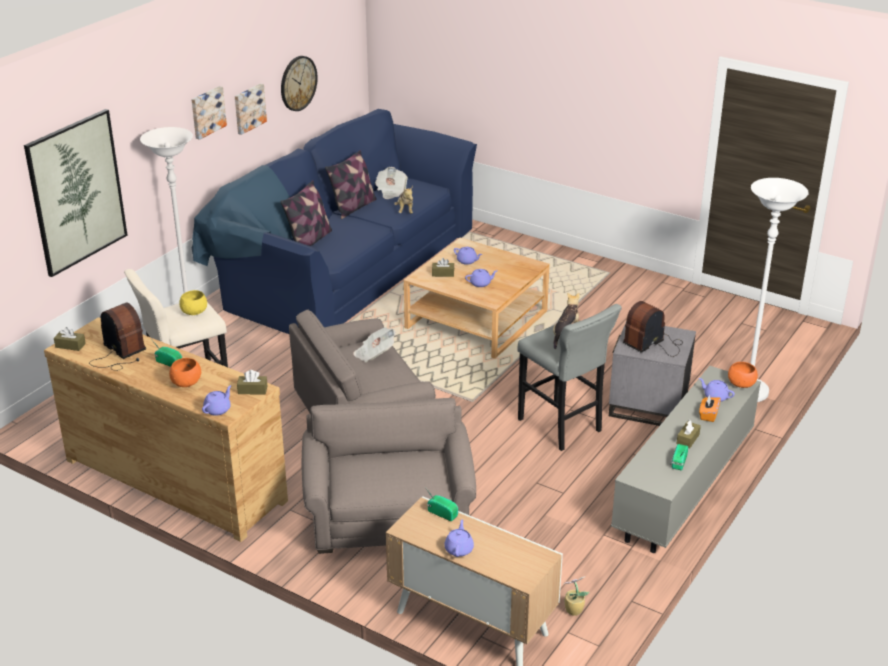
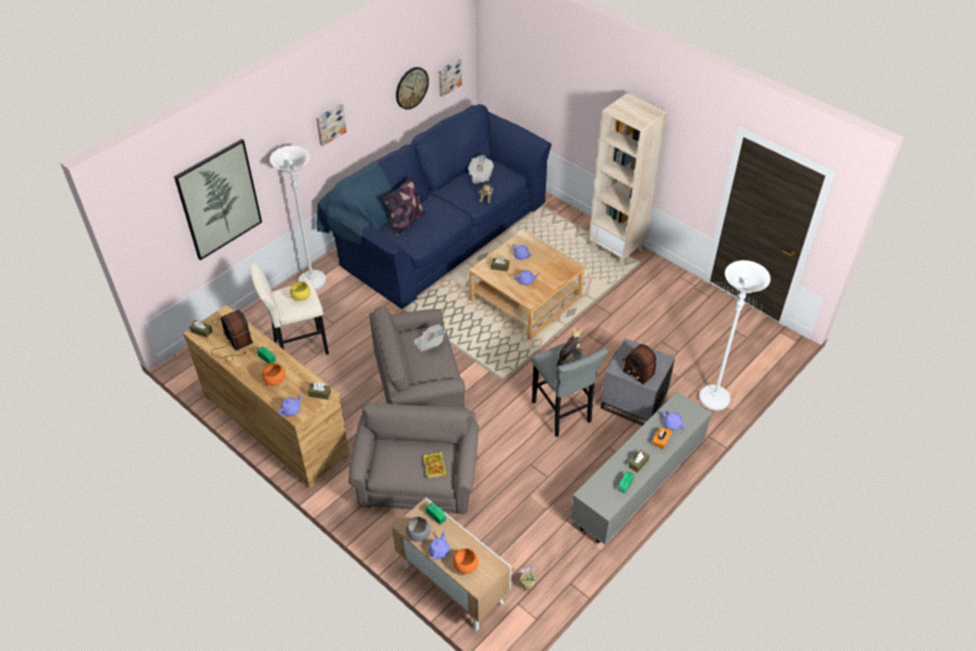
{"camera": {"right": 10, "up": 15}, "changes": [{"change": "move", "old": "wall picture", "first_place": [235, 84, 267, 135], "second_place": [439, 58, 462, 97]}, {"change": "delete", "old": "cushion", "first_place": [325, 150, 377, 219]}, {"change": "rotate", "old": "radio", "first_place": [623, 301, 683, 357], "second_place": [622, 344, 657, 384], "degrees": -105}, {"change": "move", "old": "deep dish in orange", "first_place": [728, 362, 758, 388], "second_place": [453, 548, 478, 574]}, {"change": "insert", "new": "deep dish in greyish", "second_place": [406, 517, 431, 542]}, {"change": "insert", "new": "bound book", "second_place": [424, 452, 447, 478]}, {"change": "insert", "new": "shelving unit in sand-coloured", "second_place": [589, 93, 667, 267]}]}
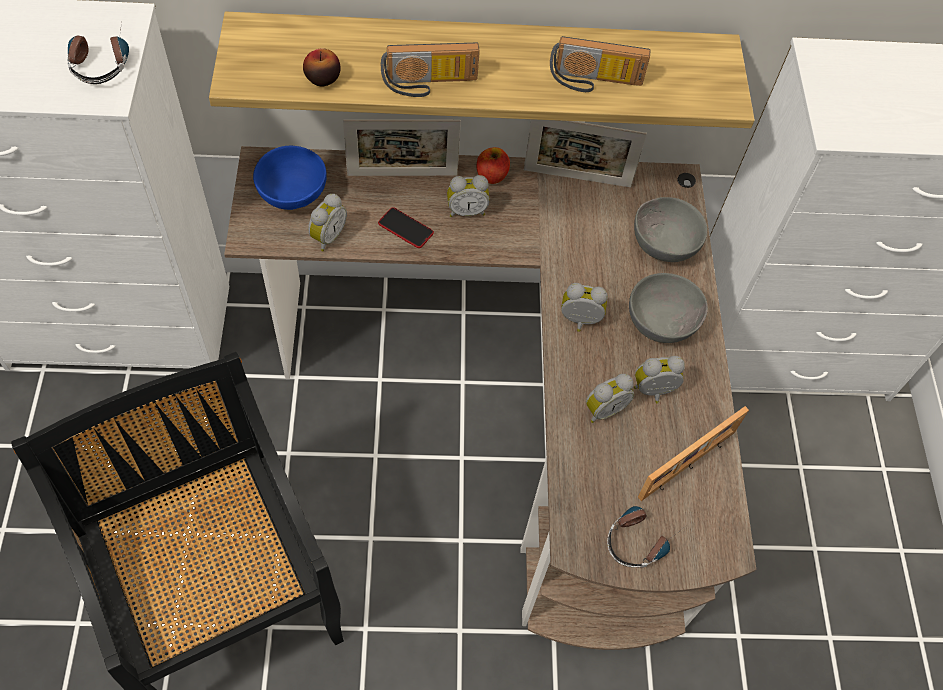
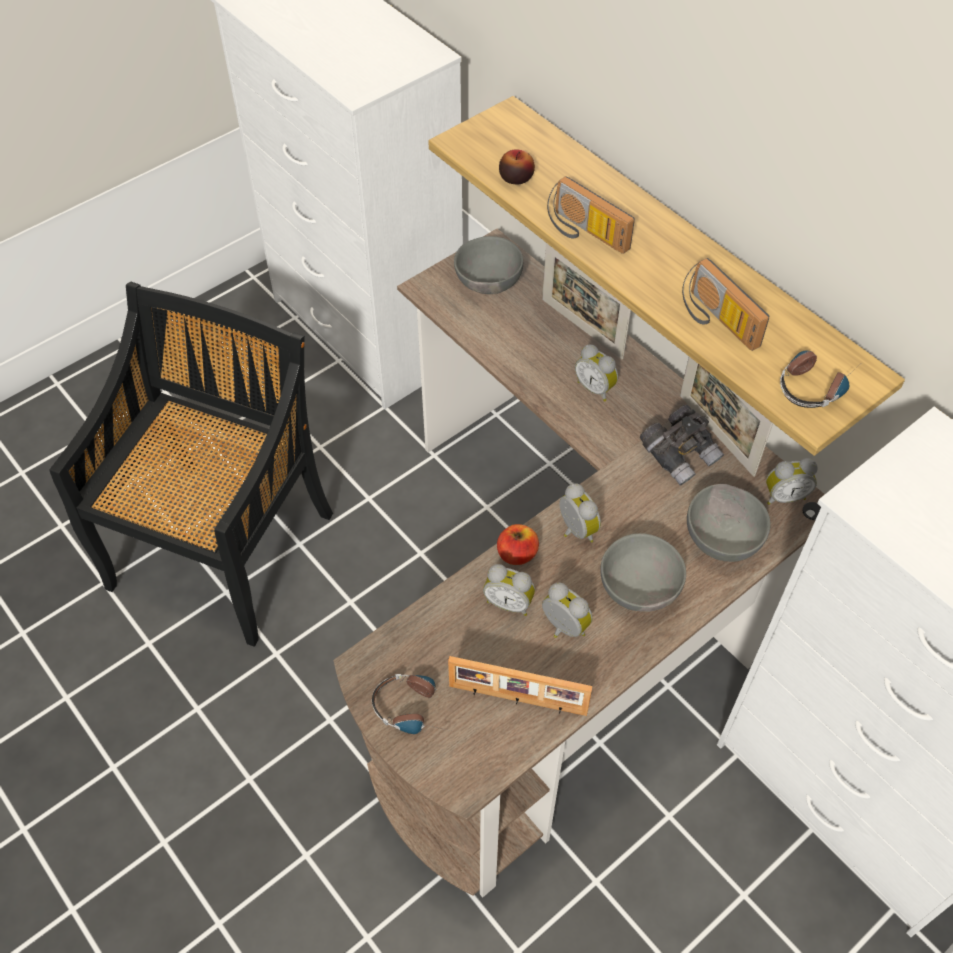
{"camera": {"right": 55, "up": -5}, "changes": [{"change": "move", "old": "headphones", "first_place": [68, 23, 129, 84], "second_place": [780, 351, 858, 408]}, {"change": "recolor", "old": "deep dish in blue", "new": "deep dish in greyish", "first_place": [253, 146, 327, 210], "second_place": [454, 236, 523, 294]}, {"change": "move", "old": "alarm clock", "first_place": [308, 194, 347, 251], "second_place": [766, 458, 818, 505]}, {"change": "delete", "old": "phone", "first_place": [378, 207, 434, 248]}, {"change": "move", "old": "apple", "first_place": [477, 147, 510, 184], "second_place": [497, 524, 539, 565]}, {"change": "insert", "new": "binoculars in greyish", "second_place": [640, 405, 724, 486]}]}
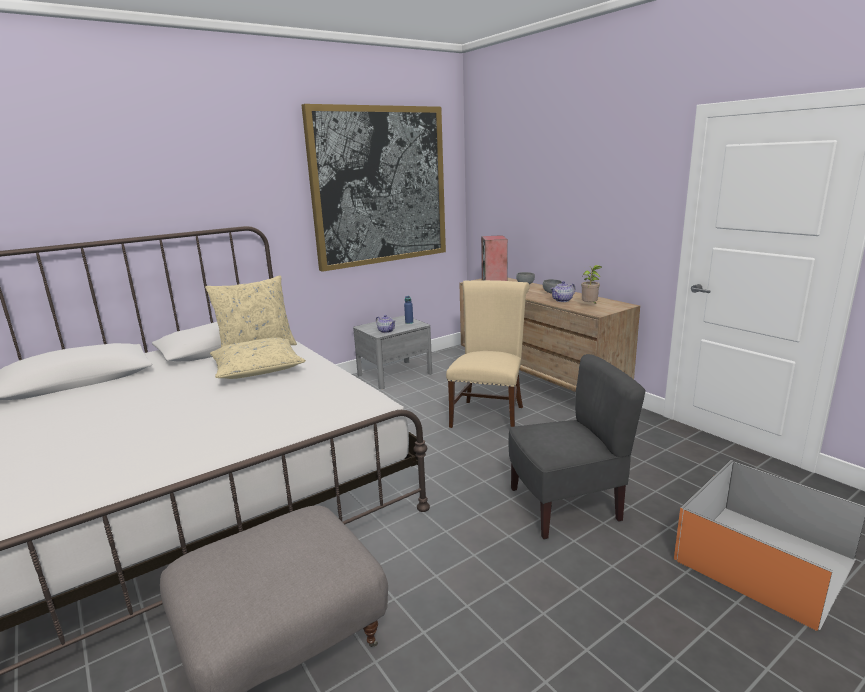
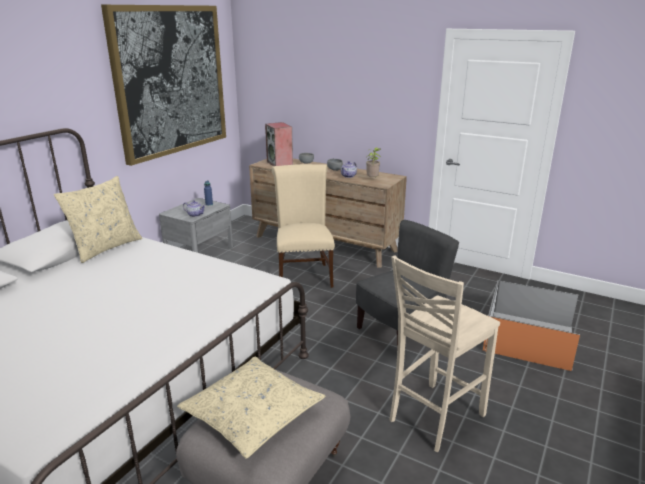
{"camera": {"right": -25, "up": 5}, "changes": [{"change": "move", "old": "cushion in sand-coloured", "first_place": [210, 337, 306, 379], "second_place": [177, 357, 325, 458]}, {"change": "insert", "new": "chair in sand-coloured", "second_place": [390, 255, 500, 452]}]}
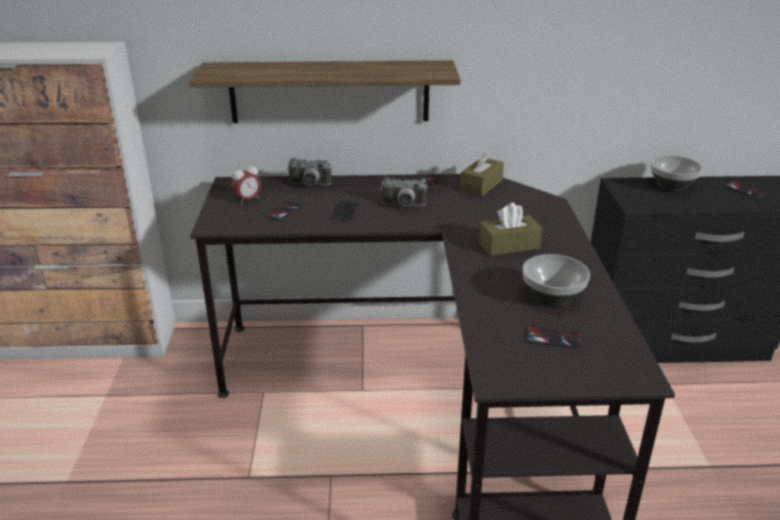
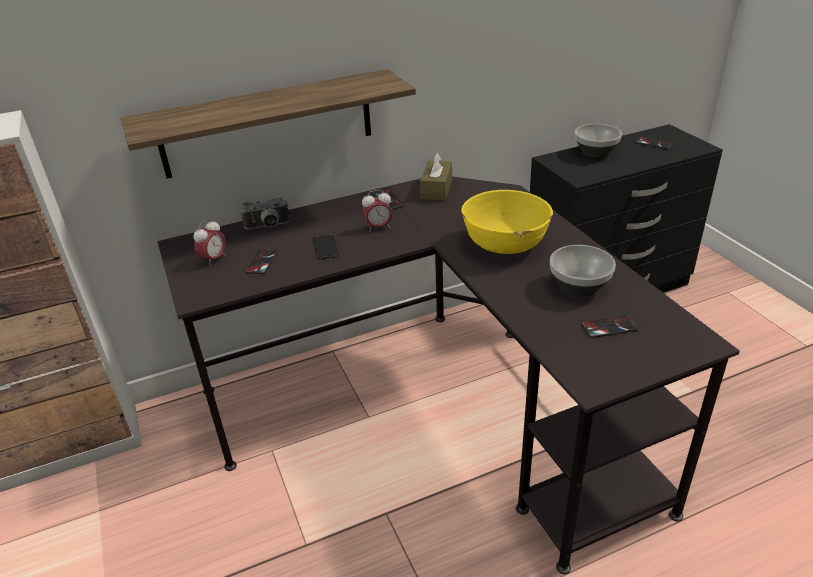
{"camera": {"right": -20, "up": 5}, "changes": [{"change": "replace", "old": "still camera", "new": "alarm clock", "first_place": [380, 177, 427, 206], "second_place": [362, 190, 392, 231]}, {"change": "replace", "old": "tissue holder in brown-coloured", "new": "deep dish in yellow-coloured", "first_place": [479, 203, 542, 256], "second_place": [461, 190, 553, 254]}]}
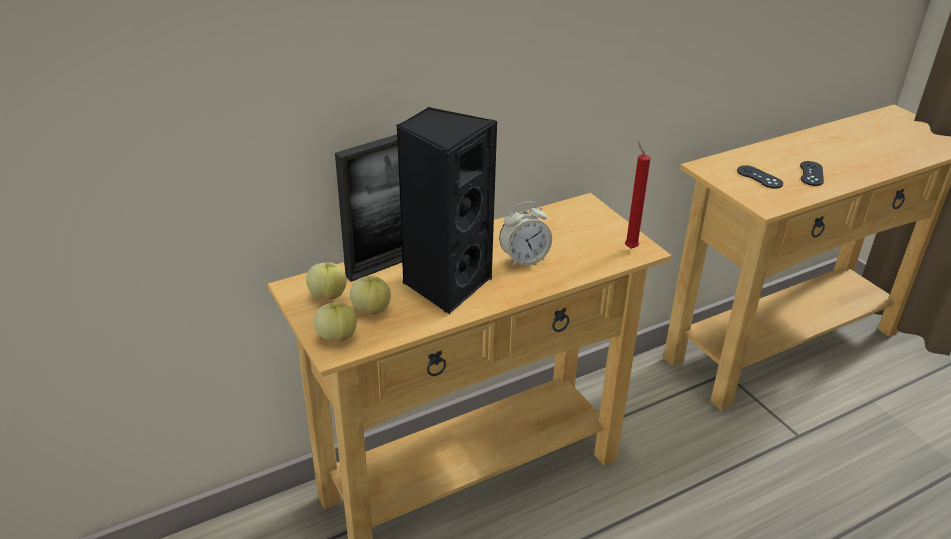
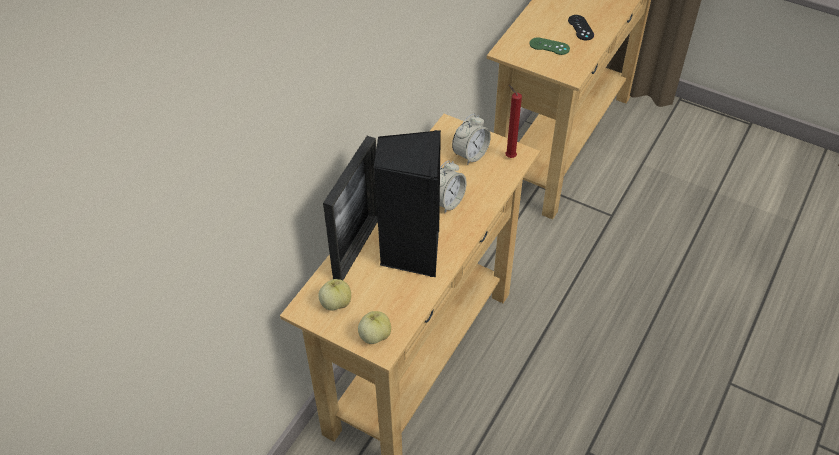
{"camera": {"right": -30, "up": 15}, "changes": [{"change": "delete", "old": "apple", "first_place": [350, 276, 391, 315]}, {"change": "recolor", "old": "gamepad in blackish", "new": "gamepad in green-coloured", "first_place": [737, 165, 783, 189], "second_place": [529, 37, 570, 55]}, {"change": "insert", "new": "alarm clock", "second_place": [452, 114, 491, 165]}]}
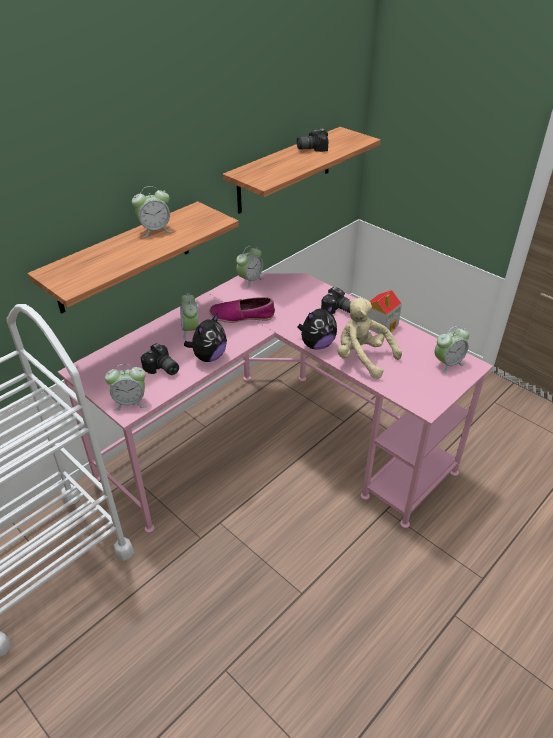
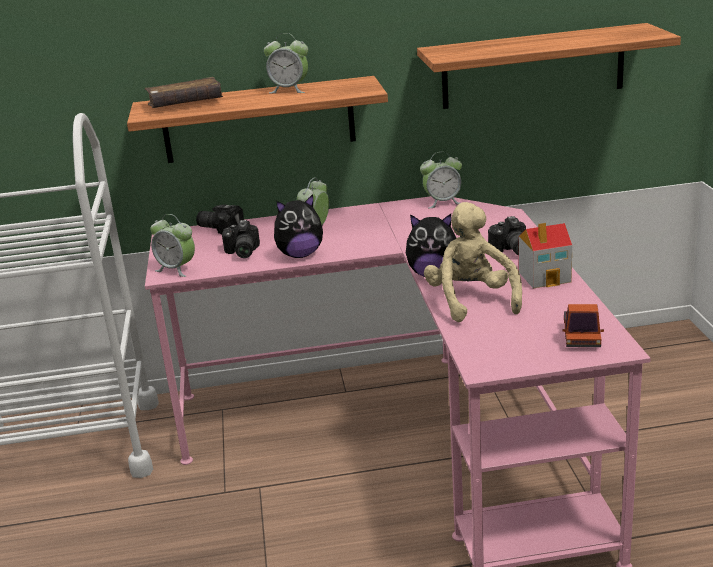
{"camera": {"right": 40, "up": -15}, "changes": [{"change": "delete", "old": "shoe", "first_place": [210, 297, 275, 323]}, {"change": "move", "old": "still camera", "first_place": [297, 129, 329, 152], "second_place": [196, 205, 244, 235]}, {"change": "replace", "old": "alarm clock", "new": "toy truck", "first_place": [434, 326, 469, 374], "second_place": [562, 304, 604, 347]}, {"change": "insert", "new": "bound book in brown-coloured", "second_place": [145, 77, 223, 108]}]}
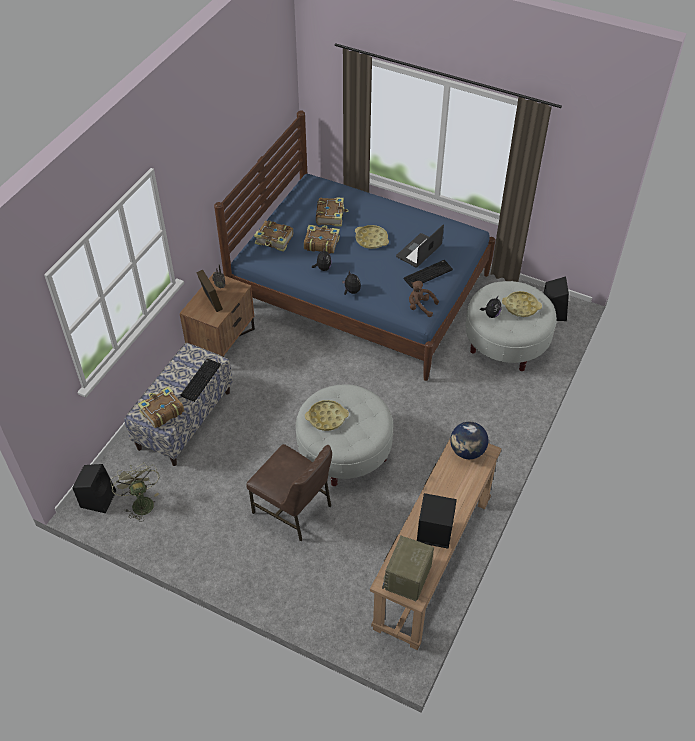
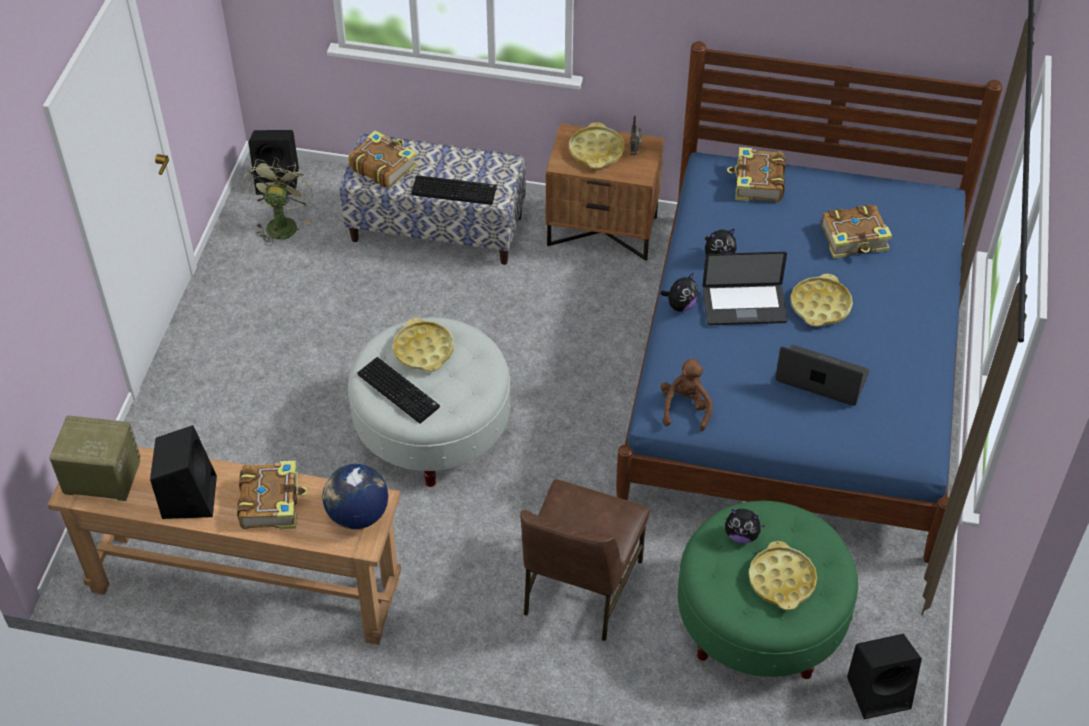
{"camera": {"right": 75, "up": 0}, "changes": [{"change": "rotate", "old": "fan in green-coloured", "first_place": [110, 462, 160, 522], "second_place": [243, 157, 314, 246], "degrees": -45}, {"change": "replace", "old": "photo frame", "new": "tray in yellow-coloured", "first_place": [197, 269, 223, 312], "second_place": [569, 122, 624, 169]}, {"change": "move", "old": "chair in brown-coloured", "first_place": [246, 444, 332, 541], "second_place": [520, 479, 649, 641]}, {"change": "move", "old": "bound book", "first_place": [304, 225, 340, 254], "second_place": [237, 461, 308, 529]}, {"change": "move", "old": "PC keyboard", "first_place": [404, 260, 453, 288], "second_place": [357, 357, 440, 424]}, {"change": "recolor", "old": "ottoman in white", "new": "ottoman in green-coloured", "first_place": [465, 281, 557, 371], "second_place": [678, 501, 858, 679]}, {"change": "insert", "new": "portable computer", "second_place": [702, 252, 788, 325]}]}
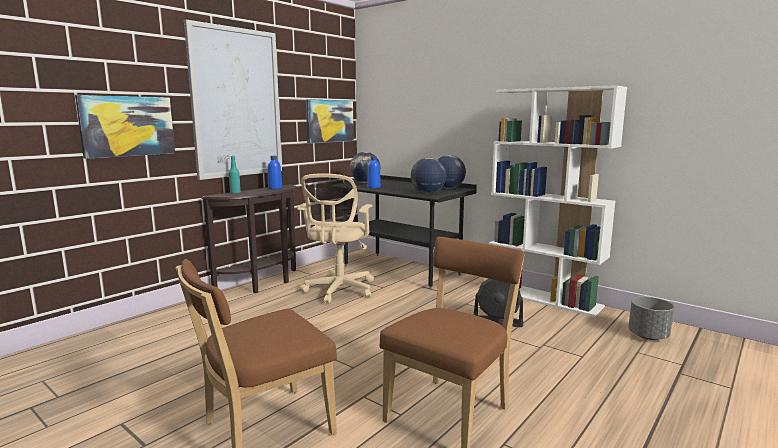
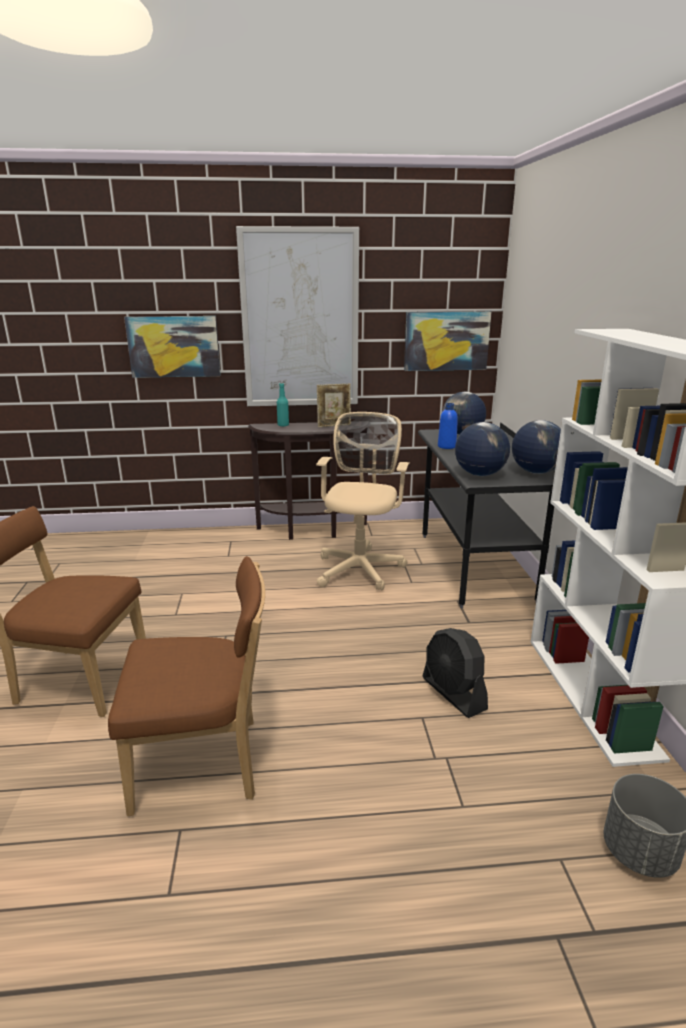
{"camera": {"right": 45, "up": 10}, "changes": [{"change": "replace", "old": "bottle in blue", "new": "photo frame", "first_place": [268, 156, 282, 189], "second_place": [317, 384, 351, 427]}, {"change": "rotate", "old": "computer chair in sand-coloured", "first_place": [297, 173, 374, 304], "second_place": [316, 412, 410, 590], "degrees": 135}]}
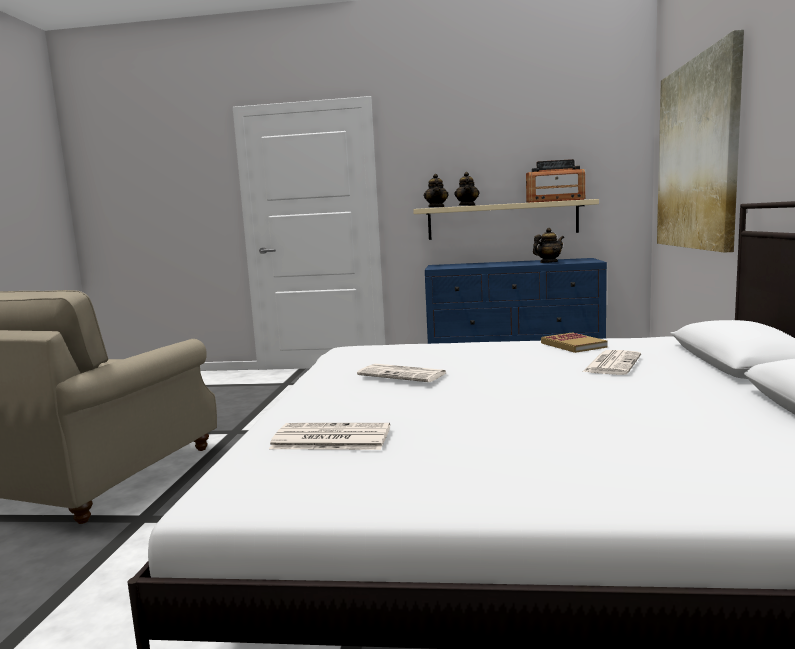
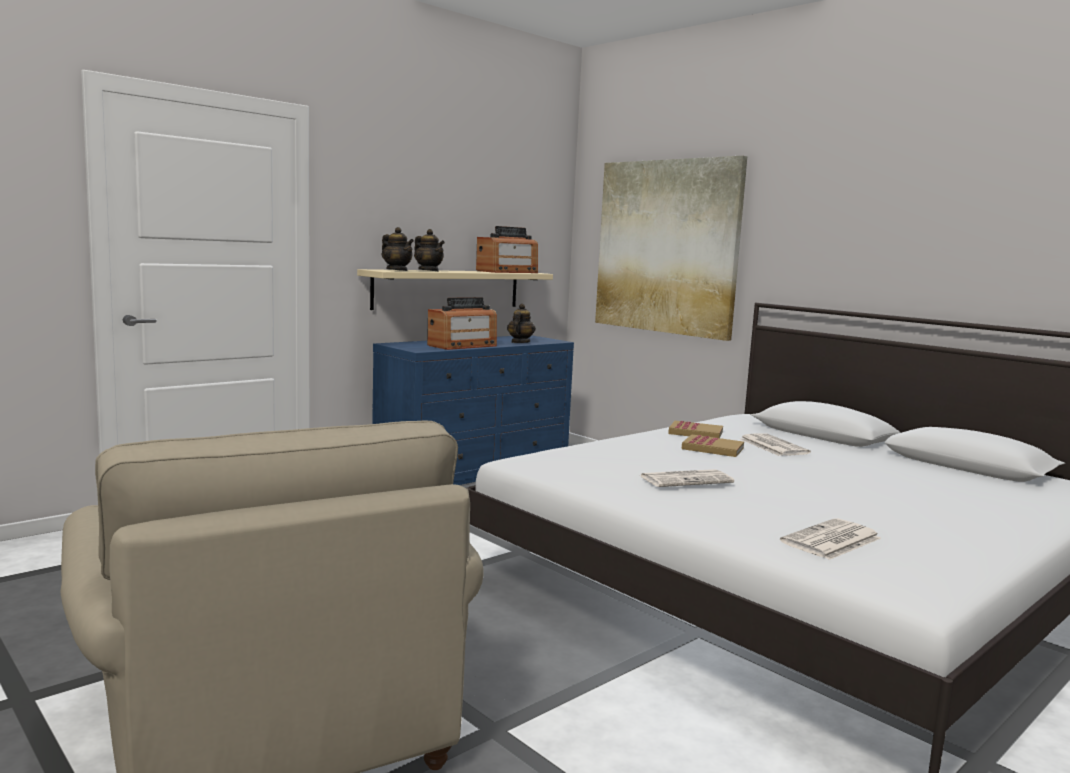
{"camera": {"right": -50, "up": 0}, "changes": [{"change": "insert", "new": "radio", "second_place": [427, 297, 497, 350]}, {"change": "insert", "new": "bound book", "second_place": [682, 435, 744, 457]}]}
